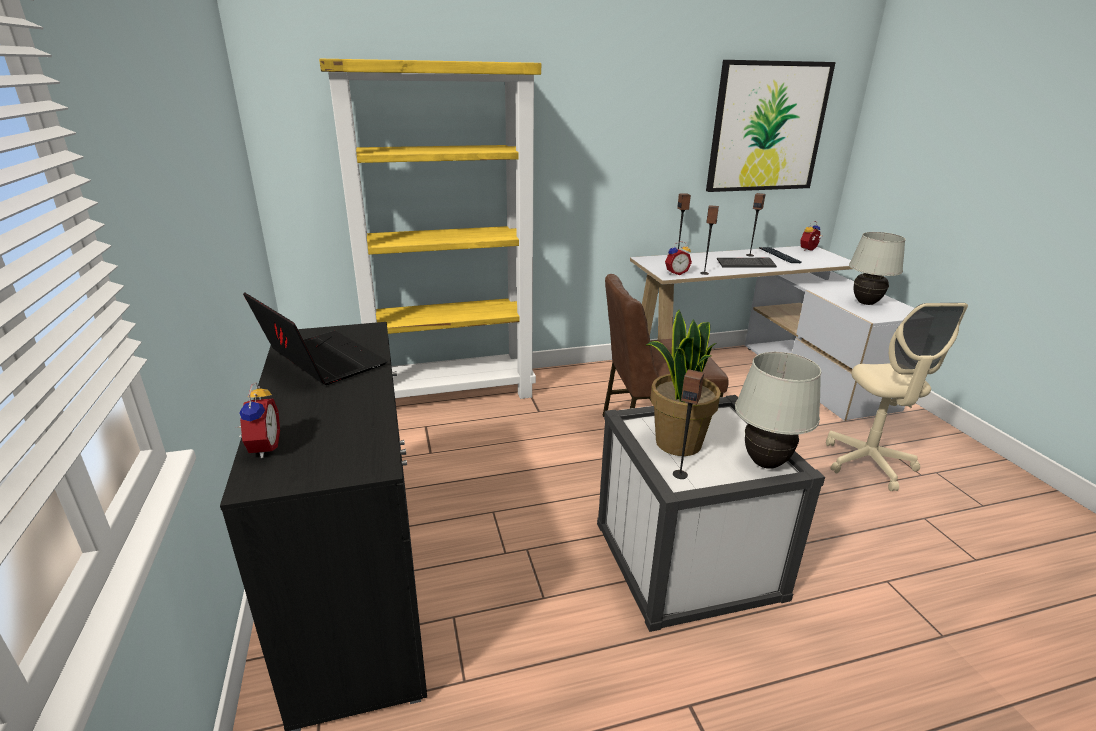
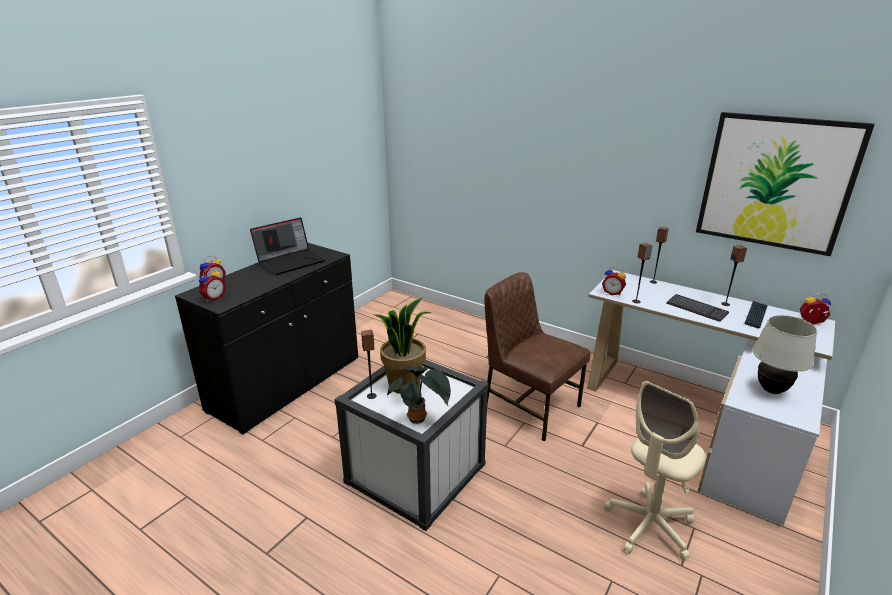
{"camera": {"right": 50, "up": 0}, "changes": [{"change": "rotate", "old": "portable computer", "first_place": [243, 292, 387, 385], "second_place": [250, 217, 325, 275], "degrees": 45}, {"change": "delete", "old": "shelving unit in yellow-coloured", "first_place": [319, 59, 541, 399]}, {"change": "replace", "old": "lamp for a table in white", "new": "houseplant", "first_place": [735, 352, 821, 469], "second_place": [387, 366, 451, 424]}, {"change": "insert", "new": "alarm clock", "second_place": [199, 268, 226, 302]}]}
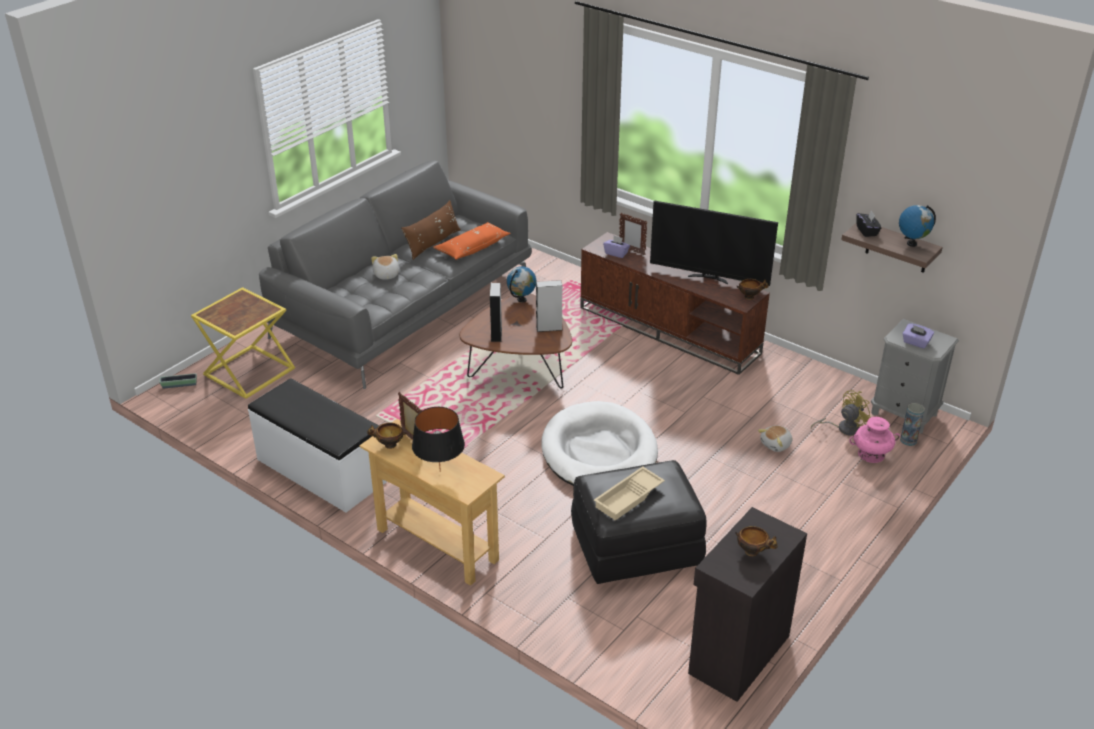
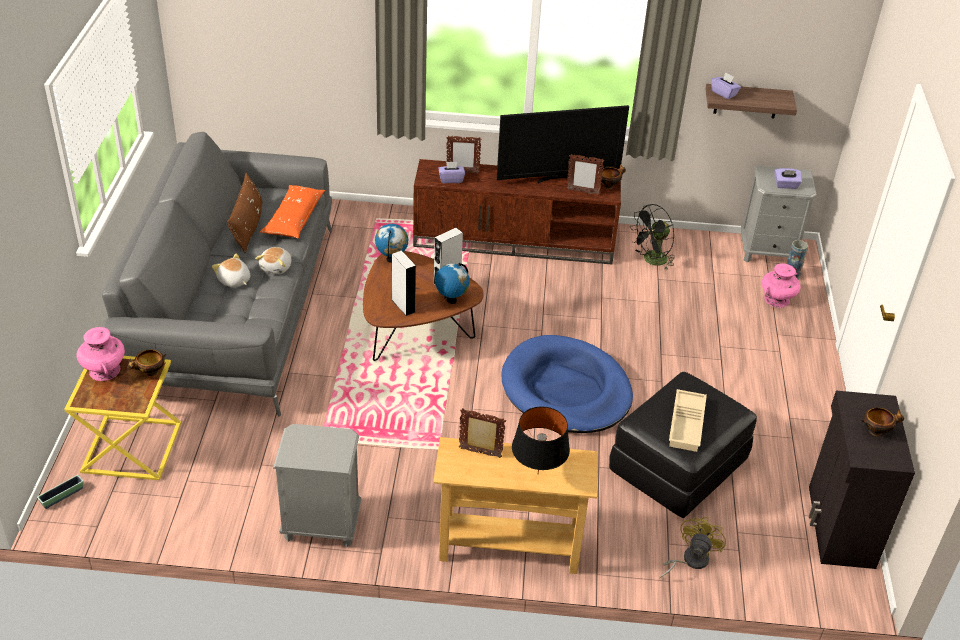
{"camera": {"right": -35, "up": 5}, "changes": [{"change": "replace", "old": "long seat in white", "new": "night table in greyish", "first_place": [248, 378, 387, 512], "second_place": [273, 424, 361, 547]}, {"change": "move", "old": "deep dish", "first_place": [367, 423, 407, 449], "second_place": [127, 350, 166, 376]}, {"change": "recolor", "old": "dog bed in white", "new": "dog bed in blue", "first_place": [542, 401, 658, 486], "second_place": [502, 335, 633, 433]}, {"change": "move", "old": "cuddly toy", "first_place": [758, 425, 792, 452], "second_place": [255, 247, 291, 274]}, {"change": "move", "old": "fan in yellow-coloured", "first_place": [811, 390, 871, 436], "second_place": [659, 517, 726, 578]}, {"change": "recolor", "old": "tissue holder in blackish", "new": "tissue holder in purple", "first_place": [856, 210, 881, 237], "second_place": [711, 72, 741, 99]}, {"change": "move", "old": "globe", "first_place": [899, 205, 936, 247], "second_place": [435, 263, 470, 304]}, {"change": "insert", "new": "vase in pink", "second_place": [76, 327, 125, 381]}, {"change": "insert", "new": "photo frame", "second_place": [567, 154, 604, 195]}, {"change": "insert", "new": "fan in blackish", "second_place": [630, 204, 675, 270]}]}
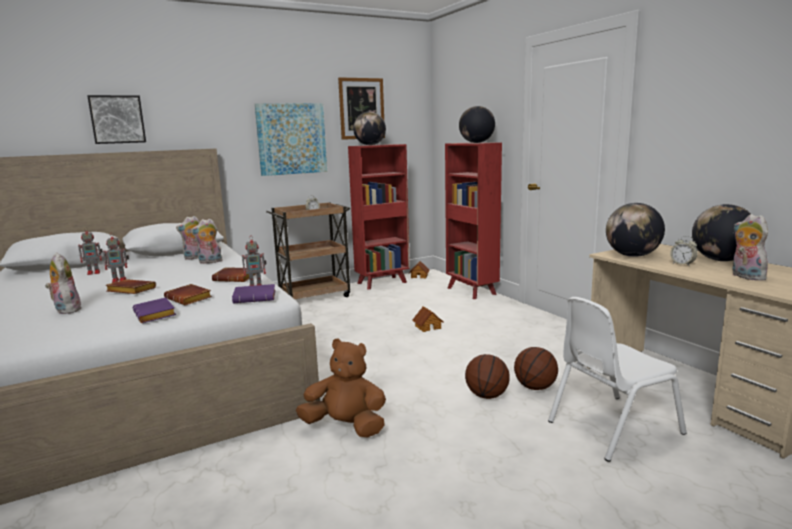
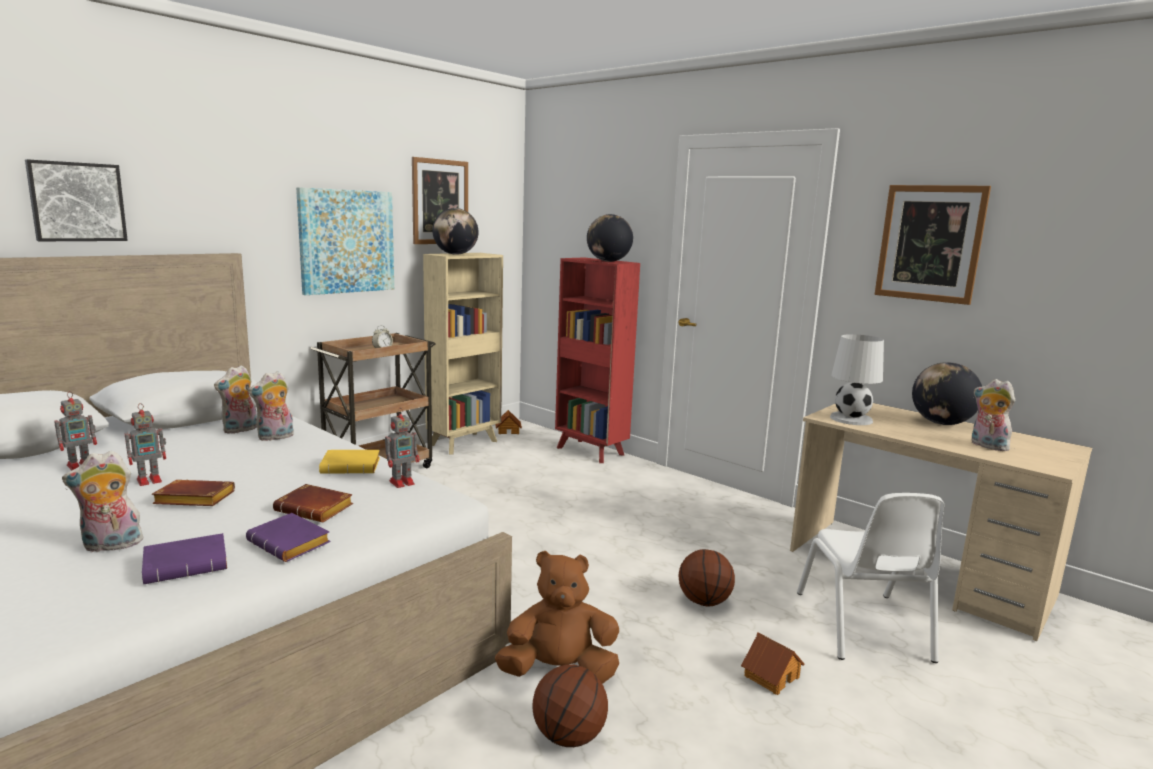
{"camera": {"right": -20, "up": 0}, "changes": [{"change": "rotate", "old": "cuddly toy", "first_place": [45, 252, 81, 314], "second_place": [62, 450, 143, 552], "degrees": -60}, {"change": "recolor", "old": "bound book in brown-coloured", "new": "bound book in yellow-coloured", "first_place": [212, 267, 256, 282], "second_place": [319, 450, 380, 474]}, {"change": "move", "old": "bound book in purple", "first_place": [232, 284, 275, 303], "second_place": [142, 533, 227, 584]}, {"change": "recolor", "old": "shelving unit in red", "new": "shelving unit in sand-coloured", "first_place": [348, 144, 410, 290], "second_place": [423, 253, 503, 454]}, {"change": "move", "old": "toy house", "first_place": [412, 306, 443, 332], "second_place": [741, 633, 804, 695]}, {"change": "move", "old": "basketball ball", "first_place": [514, 347, 558, 390], "second_place": [532, 665, 608, 747]}, {"change": "rotate", "old": "chair in white", "first_place": [548, 297, 686, 462], "second_place": [797, 493, 944, 663], "degrees": -45}, {"change": "replace", "old": "globe", "new": "lamp for a table in white", "first_place": [606, 203, 665, 257], "second_place": [830, 334, 884, 425]}, {"change": "delete", "old": "alarm clock", "first_place": [670, 236, 697, 266]}, {"change": "insert", "new": "wall picture", "second_place": [874, 185, 991, 305]}]}
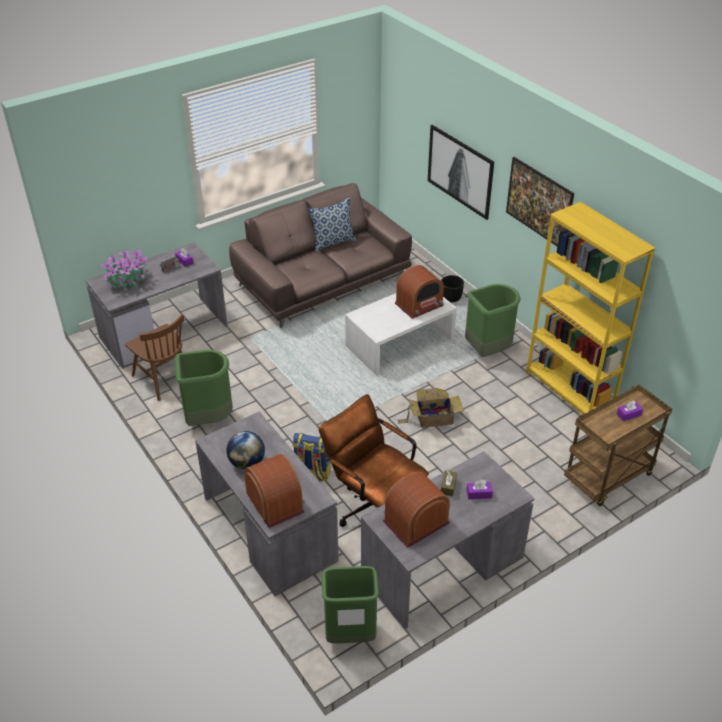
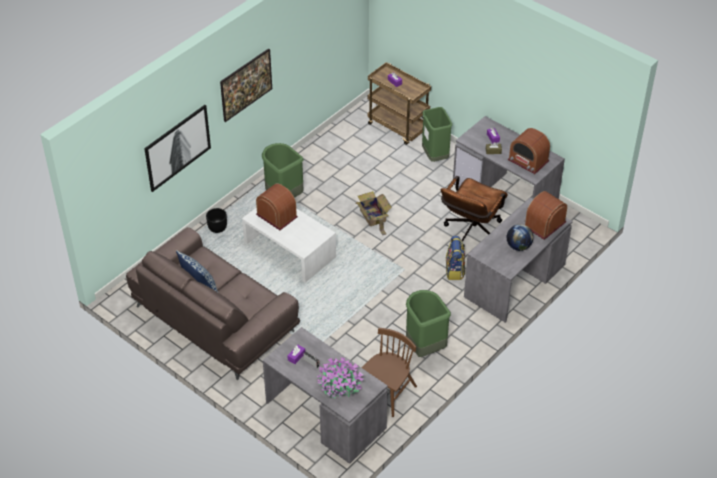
{"camera": {"right": -105, "up": 5}, "changes": [{"change": "move", "old": "waste bin in green-coloured", "first_place": [322, 566, 379, 643], "second_place": [422, 107, 452, 162]}, {"change": "delete", "old": "shelving unit in yellow-coloured", "first_place": [526, 202, 655, 415]}]}
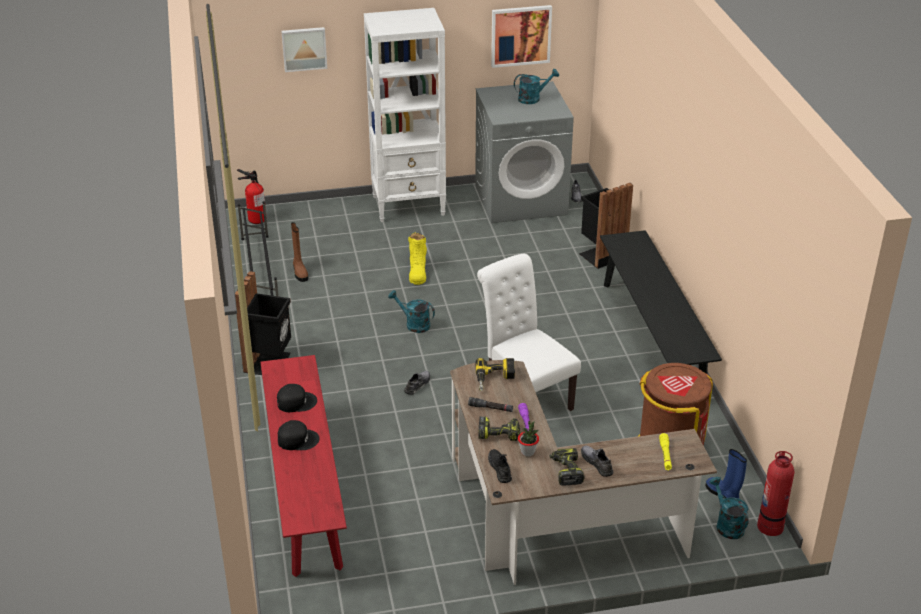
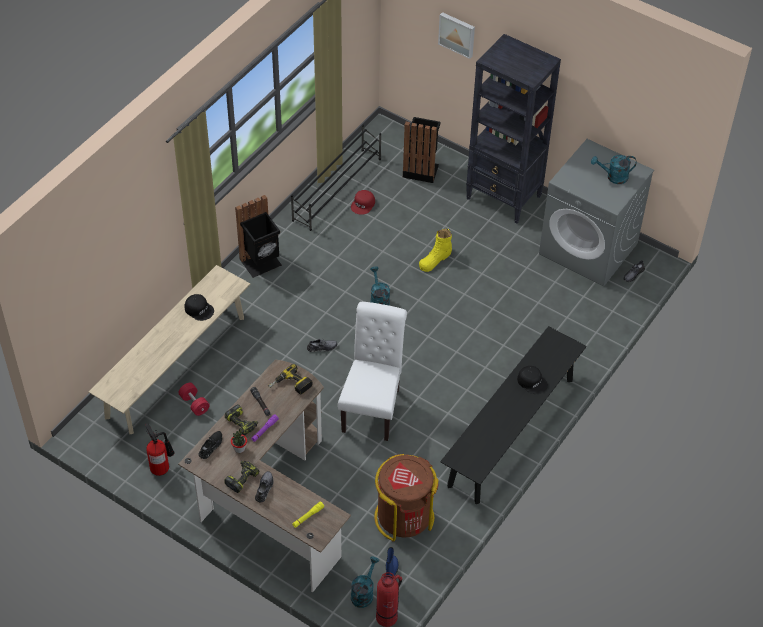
{"camera": {"right": 45, "up": 15}, "changes": [{"change": "move", "old": "fire-fighting cylinder", "first_place": [237, 169, 266, 224], "second_place": [145, 423, 174, 476]}, {"change": "recolor", "old": "long seat in red", "new": "long seat in sand-coloured", "first_place": [260, 355, 347, 577], "second_place": [89, 265, 250, 434]}, {"change": "move", "old": "peaked cap in blackish", "first_place": [278, 420, 320, 450], "second_place": [517, 366, 548, 394]}, {"change": "replace", "old": "high-top boot in brown-coloured", "new": "peaked cap in red", "first_place": [291, 222, 308, 282], "second_place": [351, 190, 375, 215]}, {"change": "recolor", "old": "shelving unit in white", "new": "shelving unit in blackish", "first_place": [364, 8, 446, 222], "second_place": [466, 34, 561, 224]}, {"change": "delete", "old": "wall picture", "first_place": [491, 5, 552, 68]}, {"change": "rotate", "old": "sprinkling can in turquoise-coloured", "first_place": [514, 69, 559, 104], "second_place": [591, 155, 637, 184], "degrees": 150}, {"change": "move", "old": "waste bin in blackish", "first_place": [579, 183, 633, 269], "second_place": [403, 117, 440, 183]}, {"change": "insert", "new": "dumbbell in red", "second_place": [178, 383, 210, 416]}]}
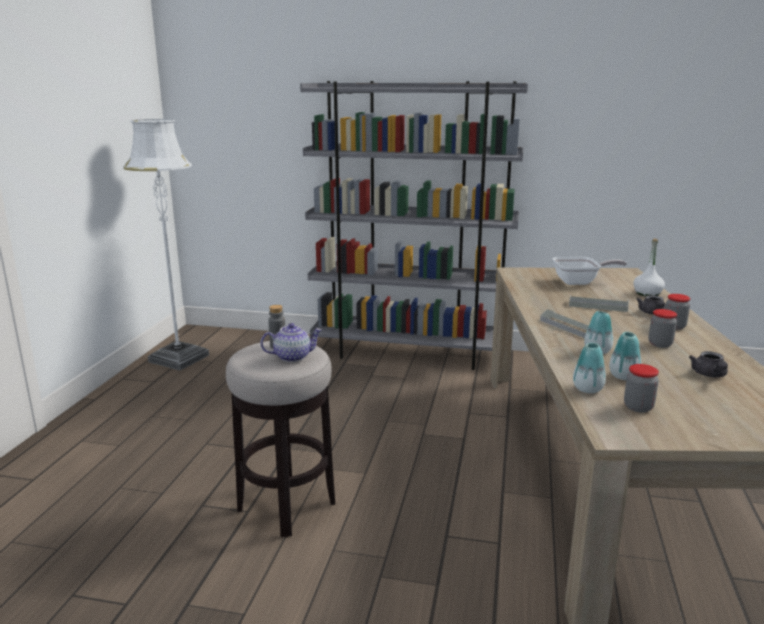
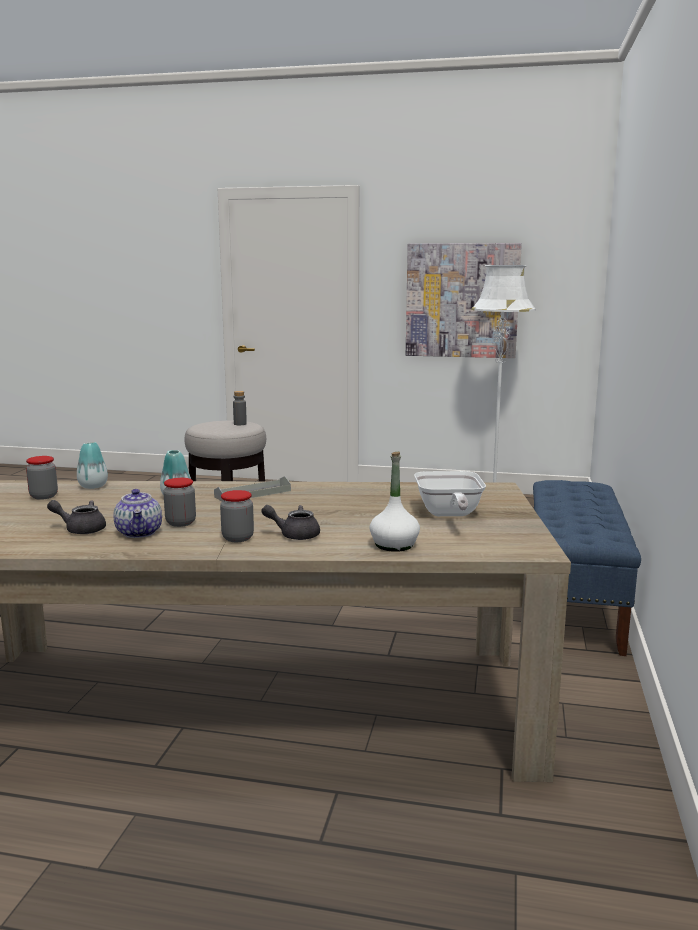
{"camera": {"right": 90, "up": -5}, "changes": [{"change": "move", "old": "pot for tea", "first_place": [261, 323, 322, 362], "second_place": [113, 489, 162, 538]}, {"change": "replace", "old": "shelving unit in greyish", "new": "long seat in blue", "first_place": [300, 81, 528, 370], "second_place": [533, 480, 641, 656]}, {"change": "delete", "old": "tray in greyish", "first_place": [569, 294, 629, 312]}, {"change": "delete", "old": "vase", "first_place": [609, 332, 641, 380]}, {"change": "insert", "new": "wall picture", "second_place": [406, 243, 522, 358]}]}
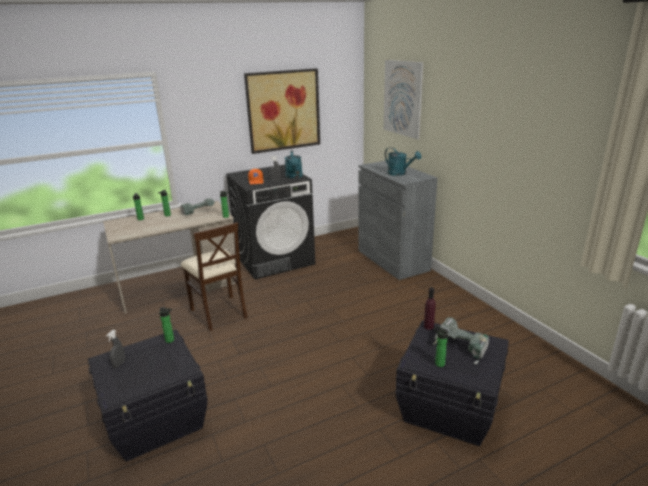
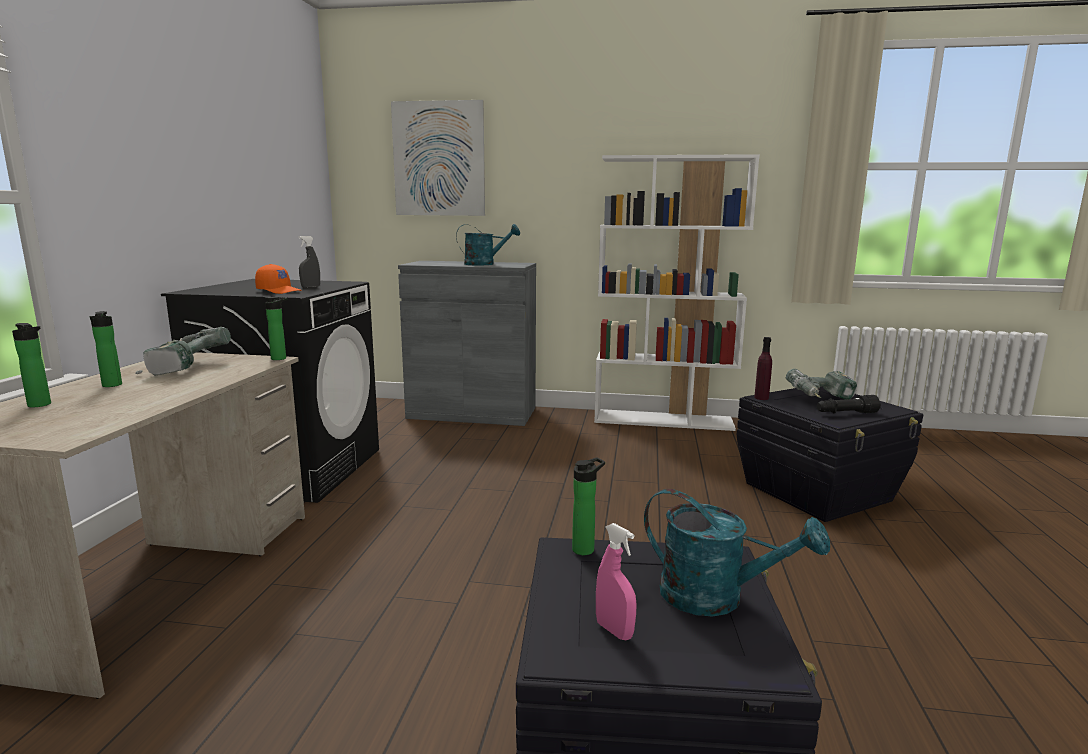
{"camera": {"right": -55, "up": -10}, "changes": [{"change": "recolor", "old": "hand sprayer in greyish", "new": "hand sprayer in pink", "first_place": [106, 330, 125, 368], "second_place": [596, 523, 637, 640]}, {"change": "delete", "old": "chair in sand-coloured", "first_place": [181, 222, 247, 331]}, {"change": "delete", "old": "wall picture", "first_place": [244, 68, 320, 154]}, {"change": "move", "old": "sprinkling can in turquoise-coloured", "first_place": [285, 150, 303, 179], "second_place": [644, 489, 830, 617]}, {"change": "replace", "old": "bottle", "new": "hand torch in blackish", "first_place": [434, 326, 448, 367], "second_place": [817, 395, 881, 413]}, {"change": "insert", "new": "shelving unit in white", "second_place": [594, 154, 760, 431]}]}
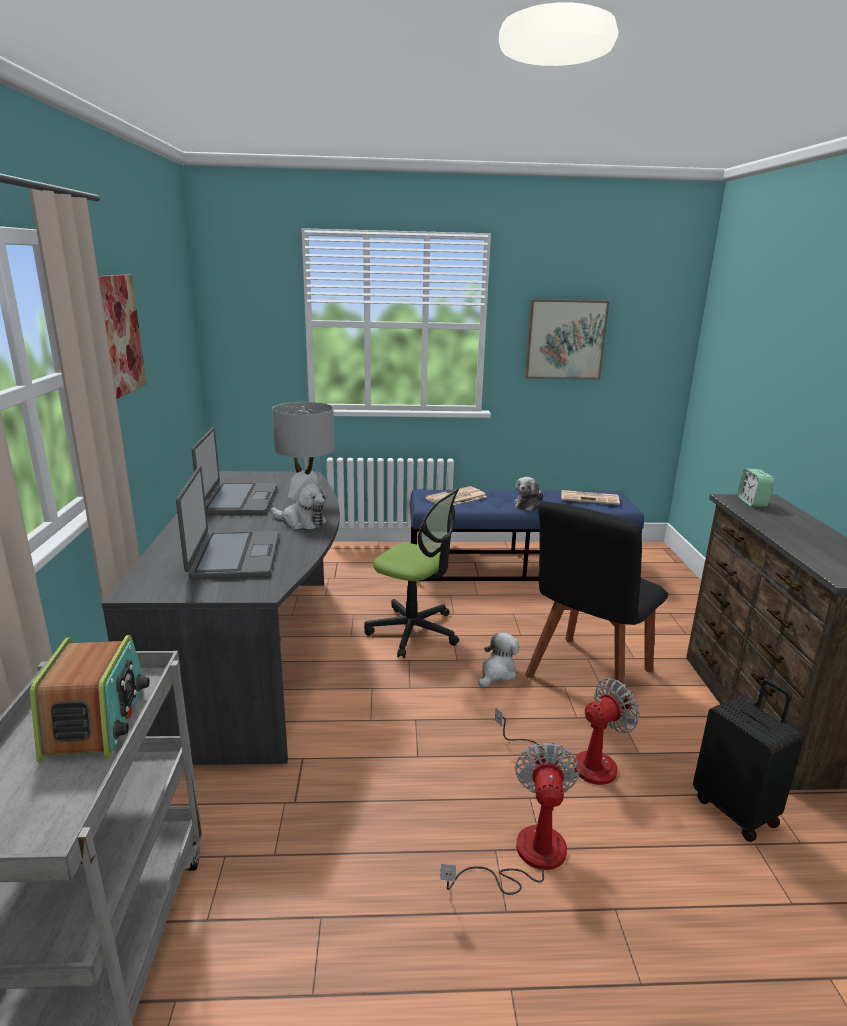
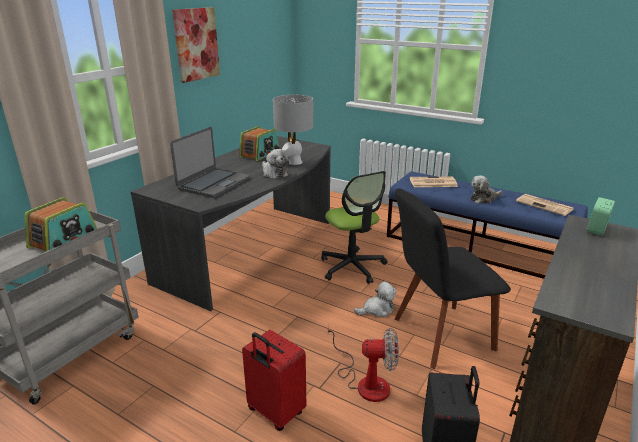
{"camera": {"right": 35, "up": 5}, "changes": [{"change": "replace", "old": "portable computer", "new": "radio", "first_place": [192, 427, 277, 515], "second_place": [239, 126, 279, 161]}, {"change": "replace", "old": "fan", "new": "travel case in red", "first_place": [440, 742, 580, 895], "second_place": [242, 330, 306, 431]}, {"change": "delete", "old": "wall picture", "first_place": [525, 299, 609, 380]}]}
